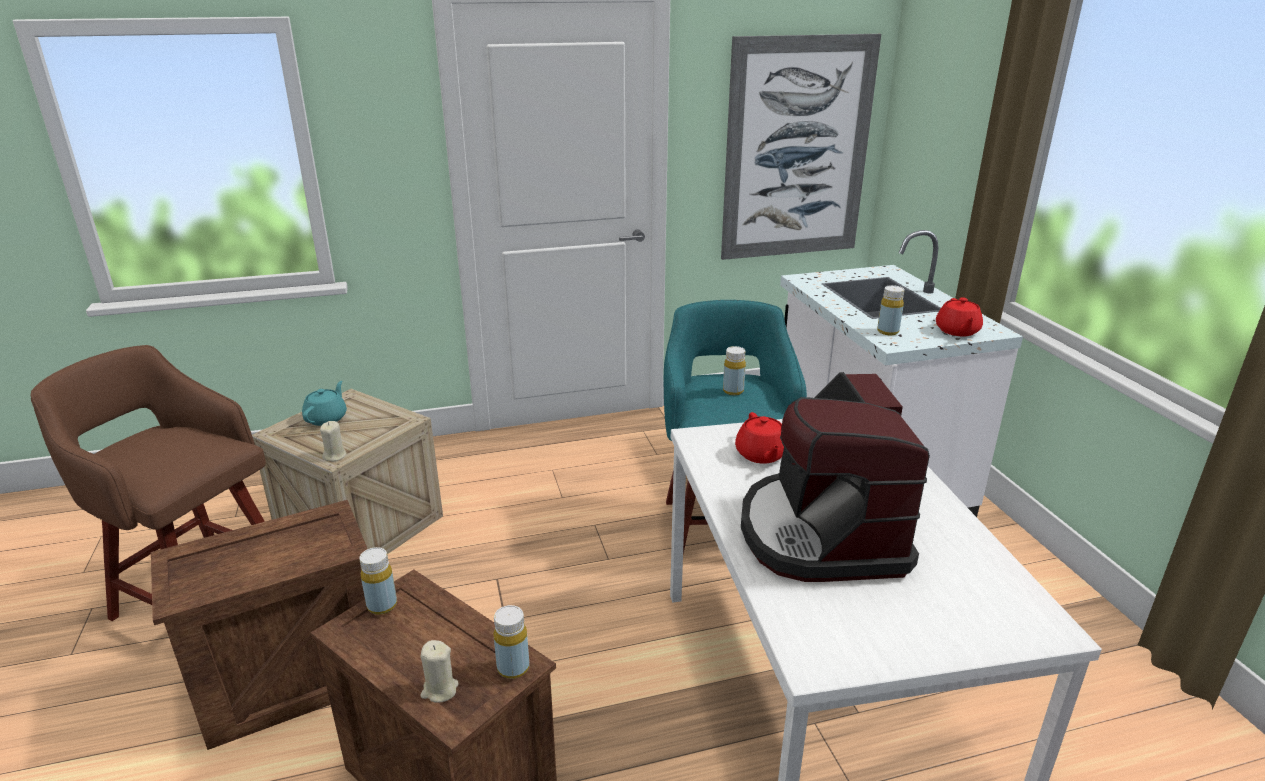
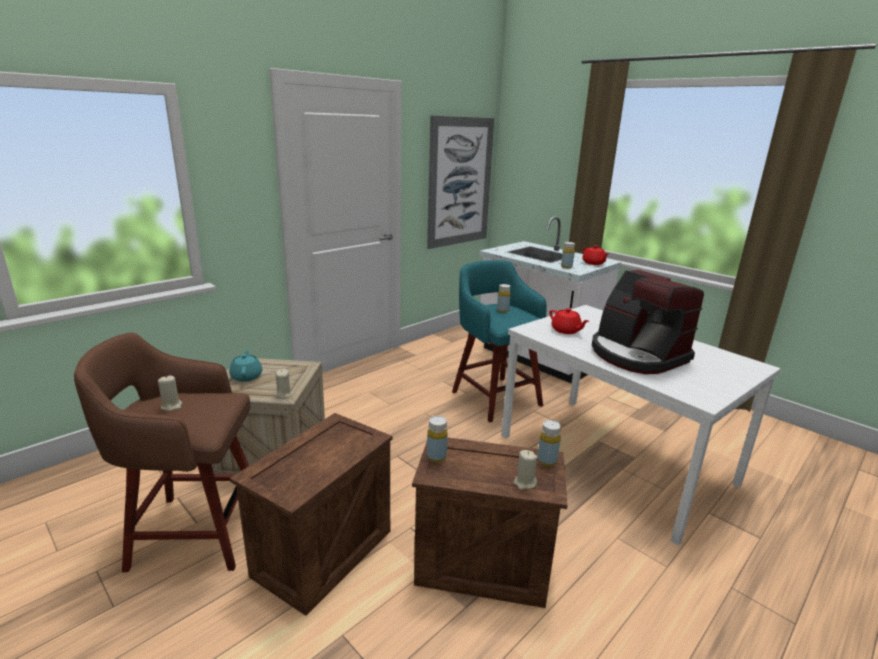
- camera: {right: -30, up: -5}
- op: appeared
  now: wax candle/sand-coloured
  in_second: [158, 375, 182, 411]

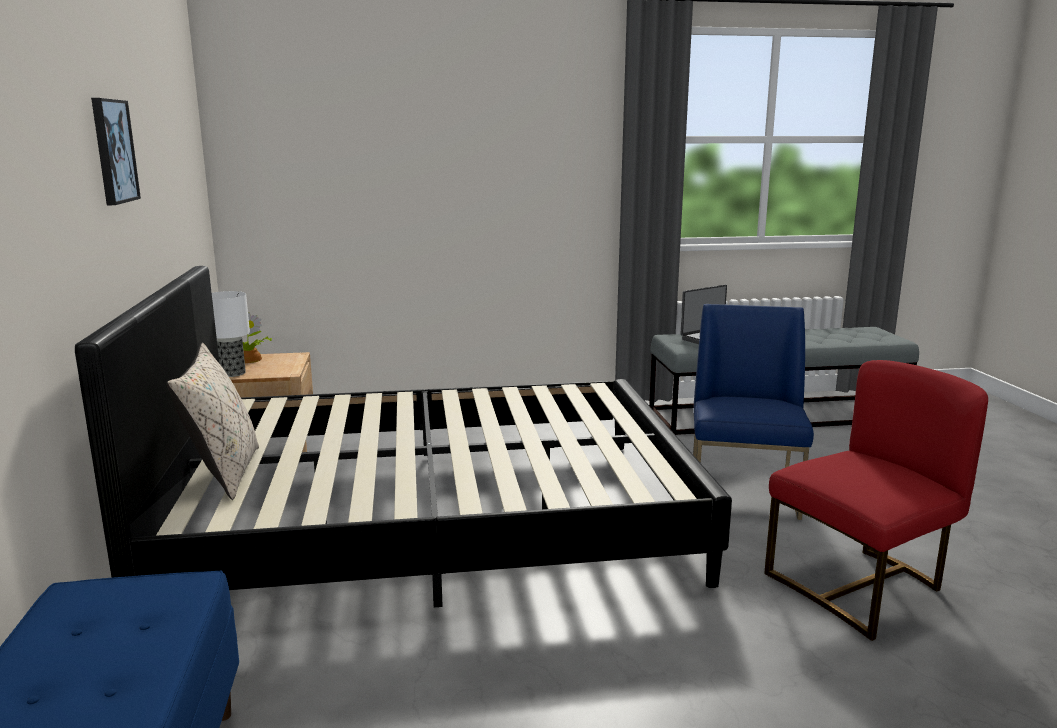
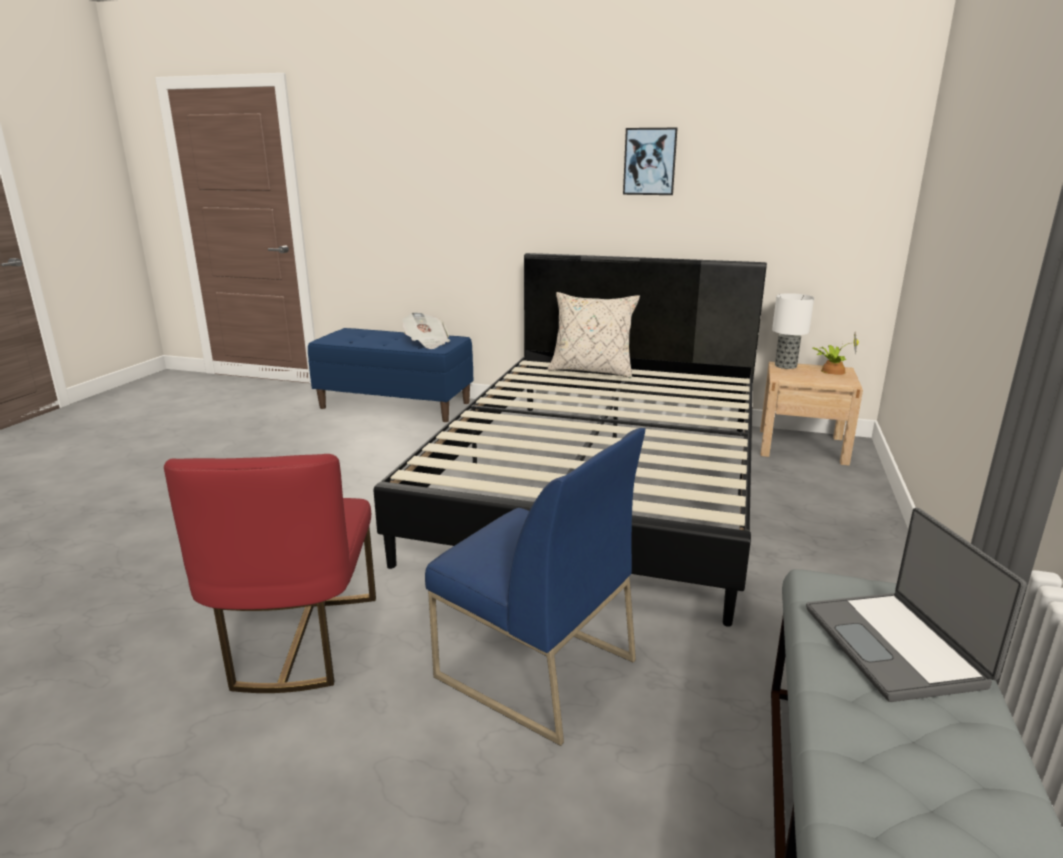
- camera: {right: 115, up: 5}
- op: appeared
  now: newspaper
  in_second: [402, 312, 450, 349]

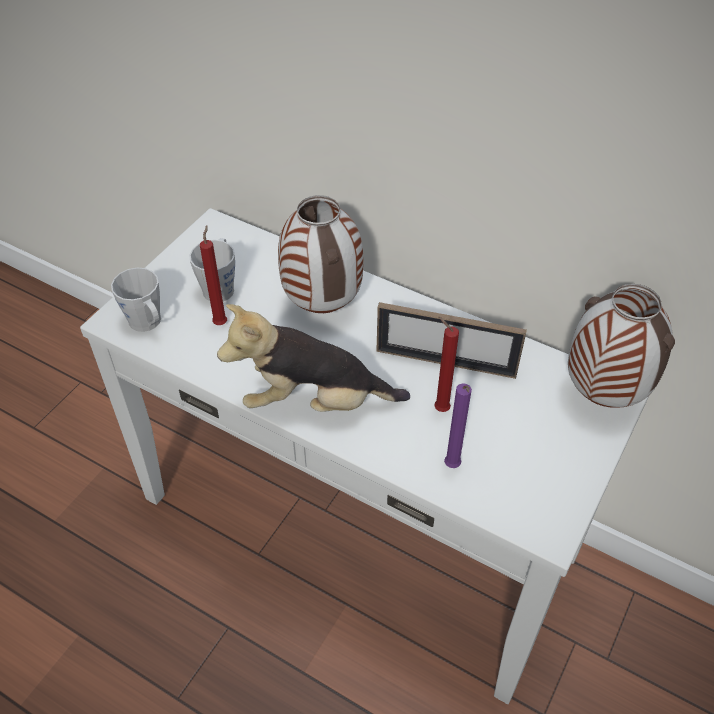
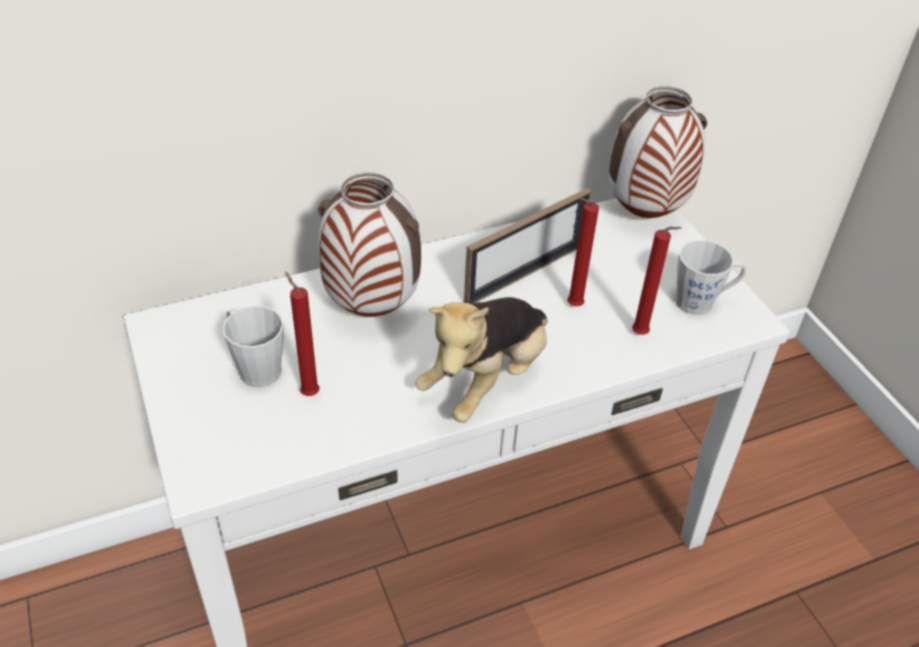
- camera: {right: -55, up: -5}
- op: relocated
  was: coffee mug/gray
  in_first: [111, 268, 161, 332]
  in_second: [675, 240, 746, 315]
- op: colour
  was: wax candle/purple-coloured
  now: wax candle/reddish
  in_first: [444, 383, 472, 468]
  in_second: [632, 227, 681, 335]

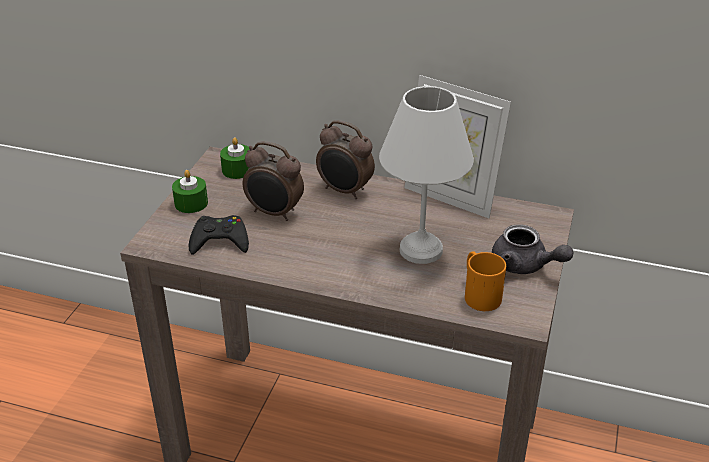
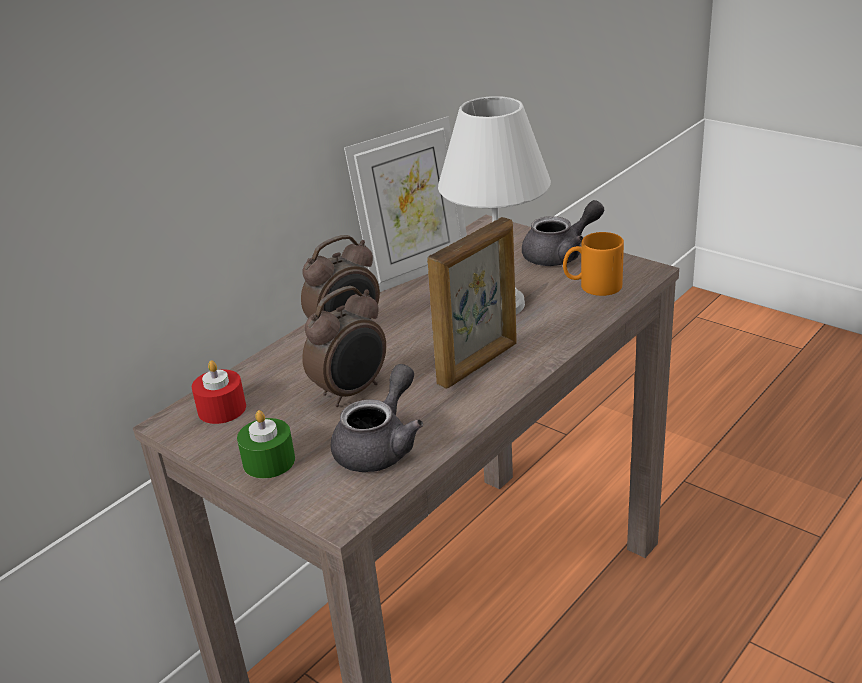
- camera: {right: -65, up: -5}
- op: exchanged
  was: gamepad/black
  now: tea pot/gray
  in_first: [188, 215, 249, 255]
  in_second: [331, 364, 423, 472]
- op: colour
  was: wax candle/green-coloured
  now: wax candle/reddish
  in_first: [220, 137, 250, 179]
  in_second: [192, 360, 246, 424]
- op: appeared
  now: picture frame
  in_second: [427, 217, 517, 389]

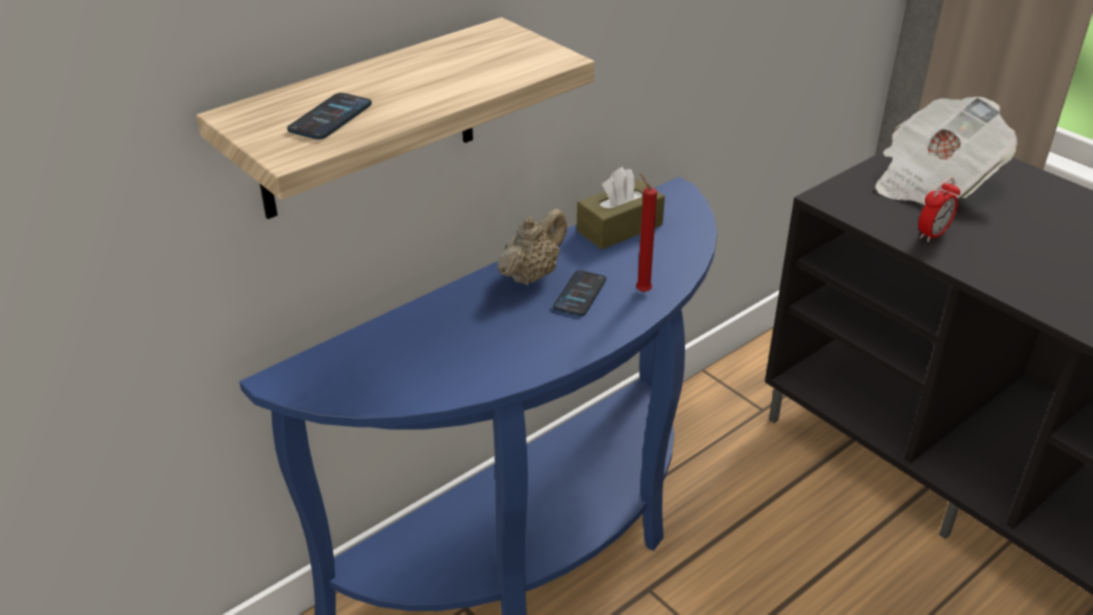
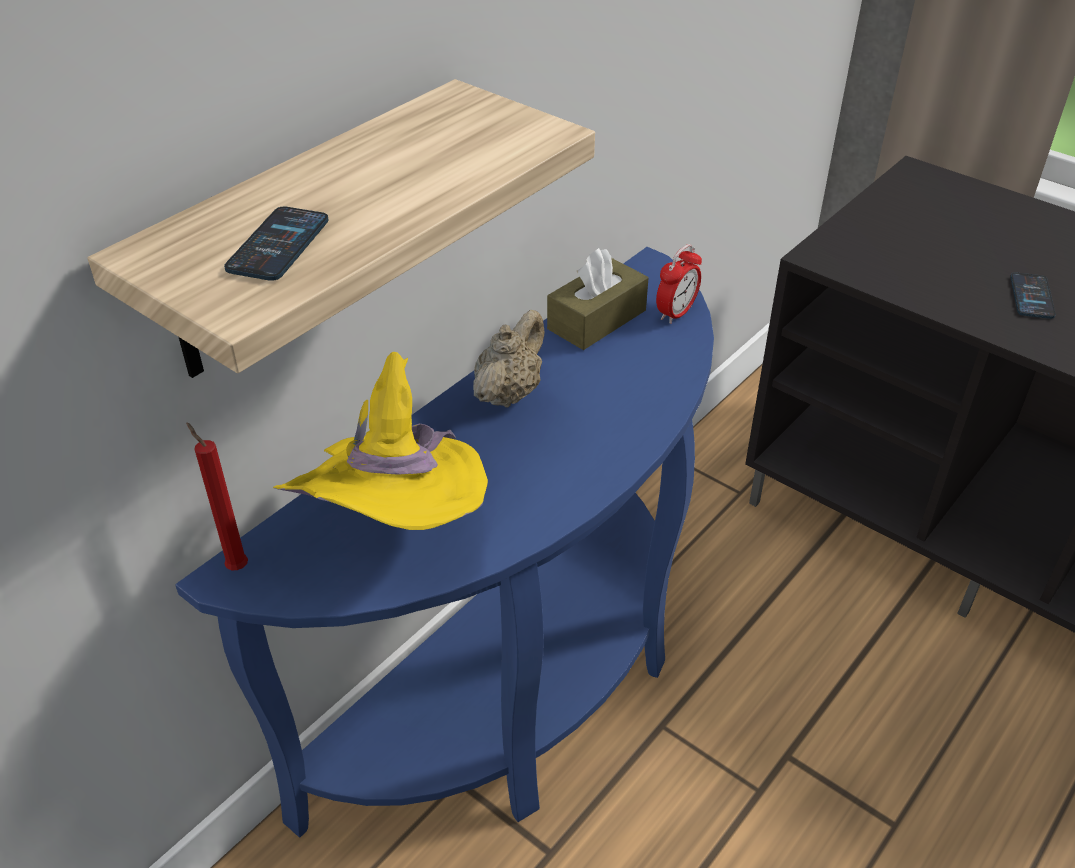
- camera: {right: -10, up: 5}
- op: relocated
  was: handset
  in_first: [553, 270, 606, 316]
  in_second: [1010, 272, 1056, 319]
- op: relocated
  was: wax candle/reddish
  in_first: [636, 173, 657, 292]
  in_second: [186, 422, 248, 570]
- op: missing
  was: newspaper
  in_first: [875, 97, 1017, 205]
- op: relocated
  was: alarm clock
  in_first: [918, 177, 961, 242]
  in_second: [656, 244, 702, 324]
- op: appeared
  now: wearable hat/yellow
  in_second: [273, 352, 488, 530]

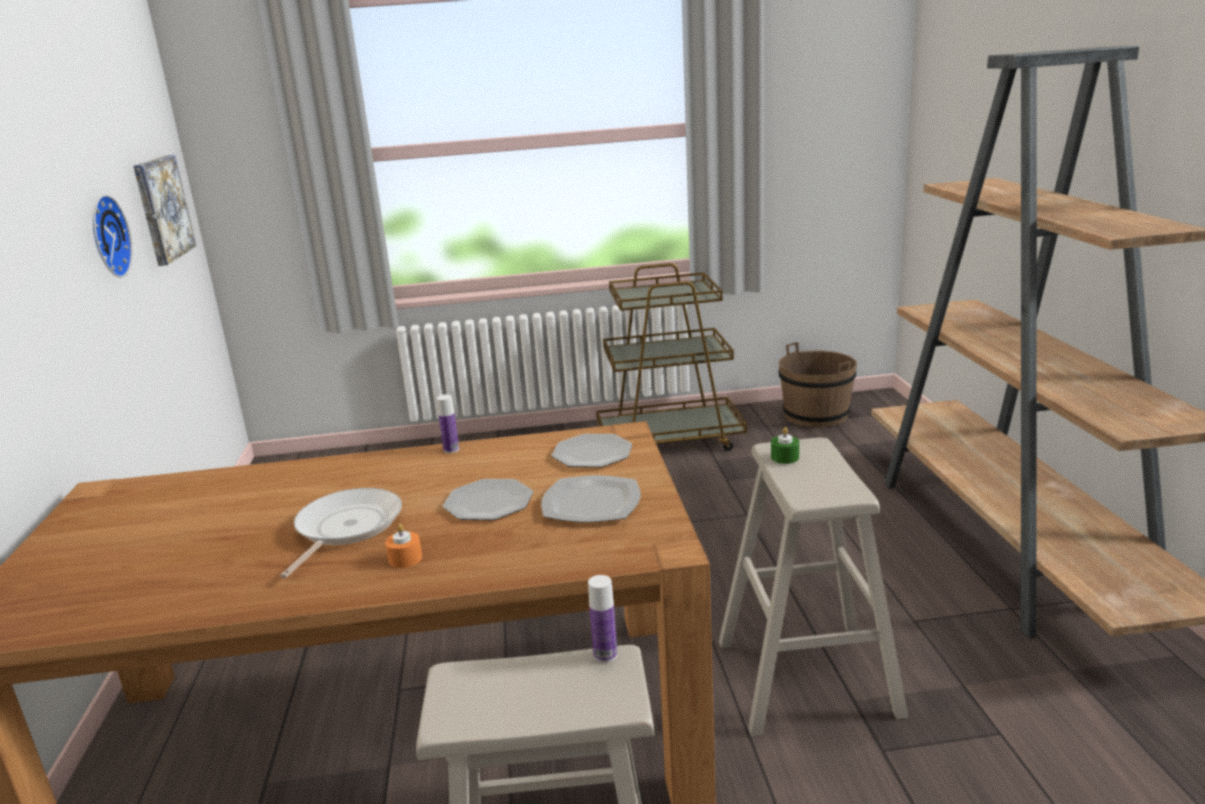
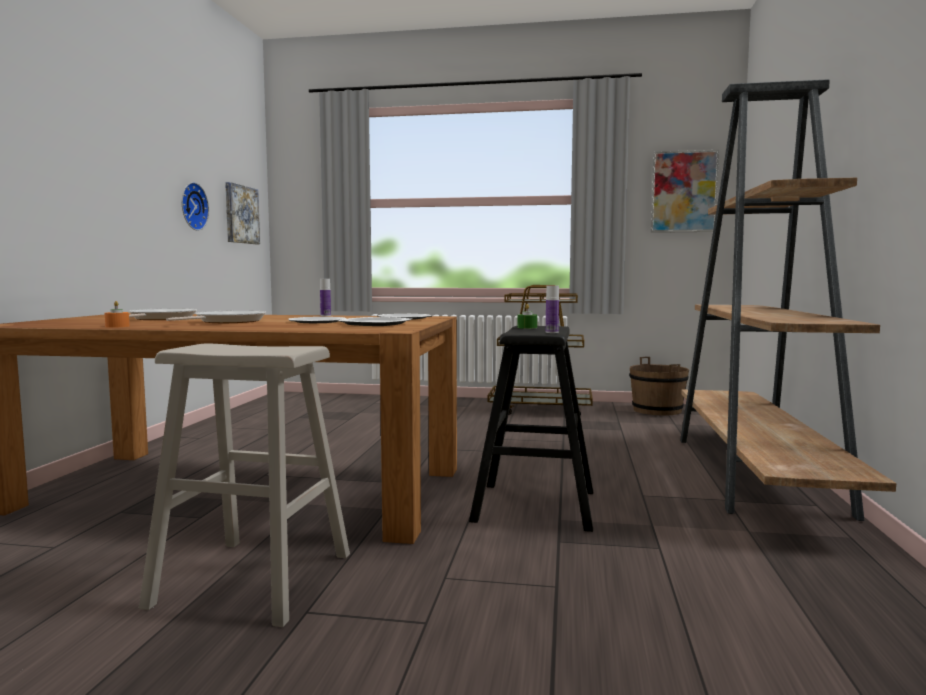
- camera: {right: 15, up: -15}
- op: relocated
  was: wax candle/orangey
  in_first: [385, 524, 422, 568]
  in_second: [105, 301, 129, 328]
- op: relocated
  was: beverage bottle
  in_first: [588, 575, 617, 663]
  in_second: [546, 286, 559, 333]
- op: colour
  was: stool/sand-coloured
  now: stool/black
  in_first: [719, 438, 908, 736]
  in_second: [469, 326, 593, 532]
- op: appeared
  now: skillet
  in_second: [129, 308, 197, 320]
- op: appeared
  now: wall picture
  in_second: [651, 150, 719, 233]

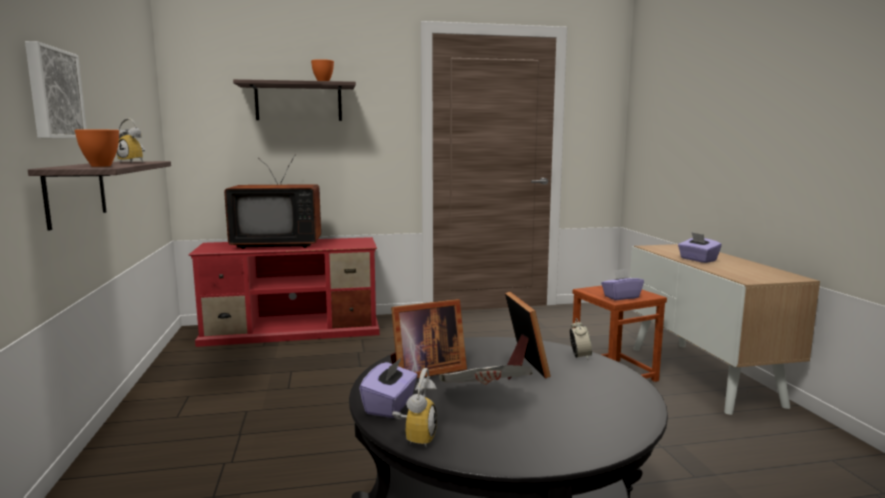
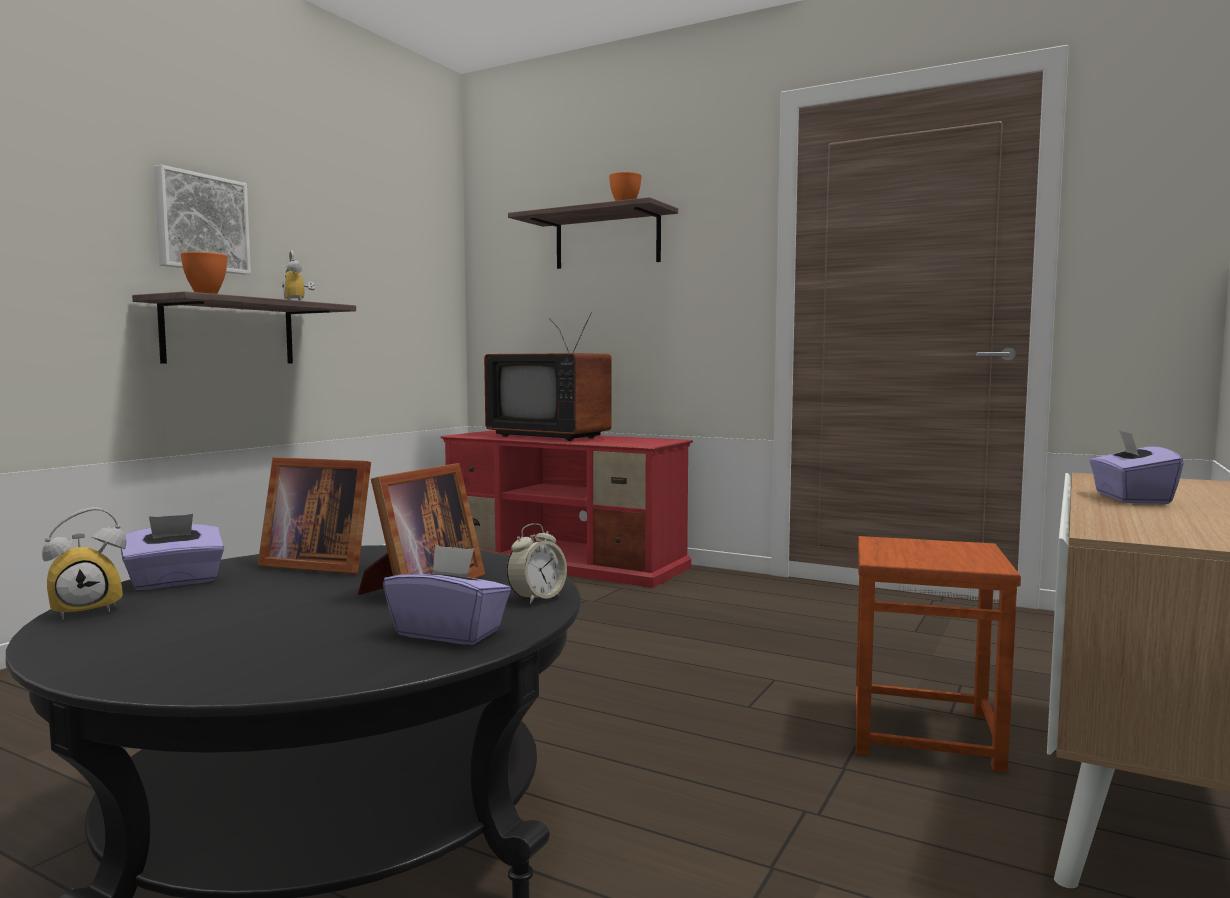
- camera: {right: 40, up: -5}
- op: missing
  was: newspaper
  in_first: [439, 365, 533, 385]
- op: relocated
  was: box of tissues/purple-coloured
  in_first: [601, 269, 644, 300]
  in_second: [383, 545, 511, 645]

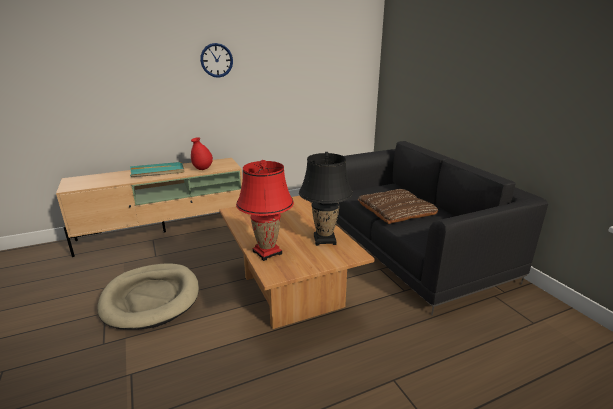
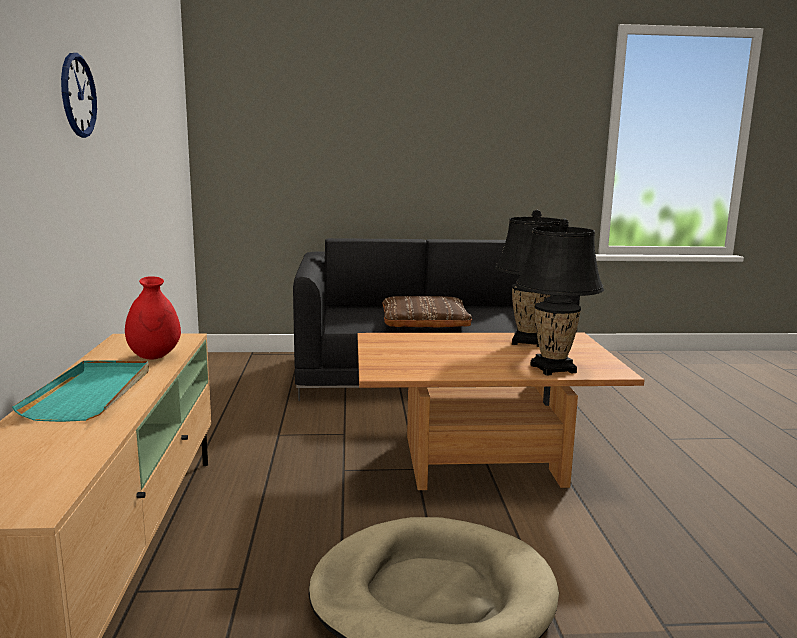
- camera: {right: -70, up: -10}
- op: colour
  was: tabletop lamp/reddish
  now: tabletop lamp/black
  in_first: [236, 160, 294, 261]
  in_second: [516, 219, 604, 376]

